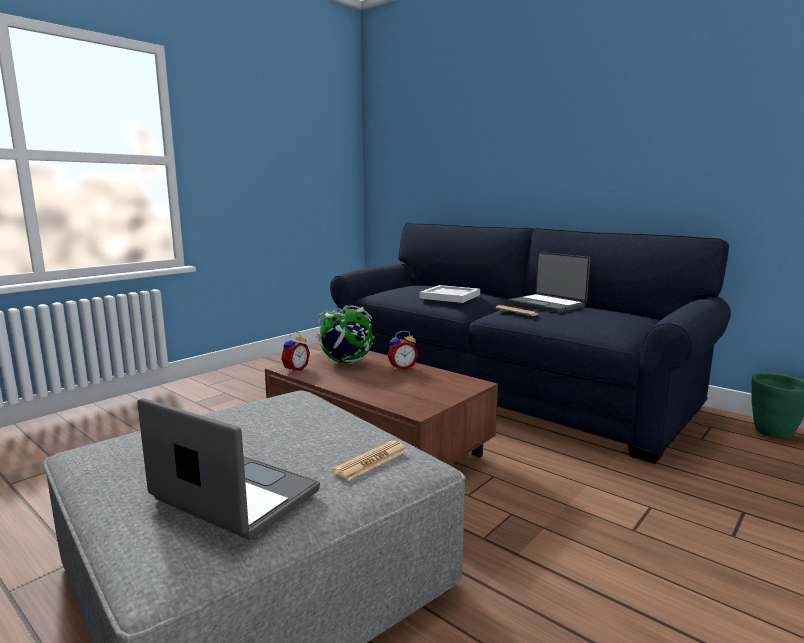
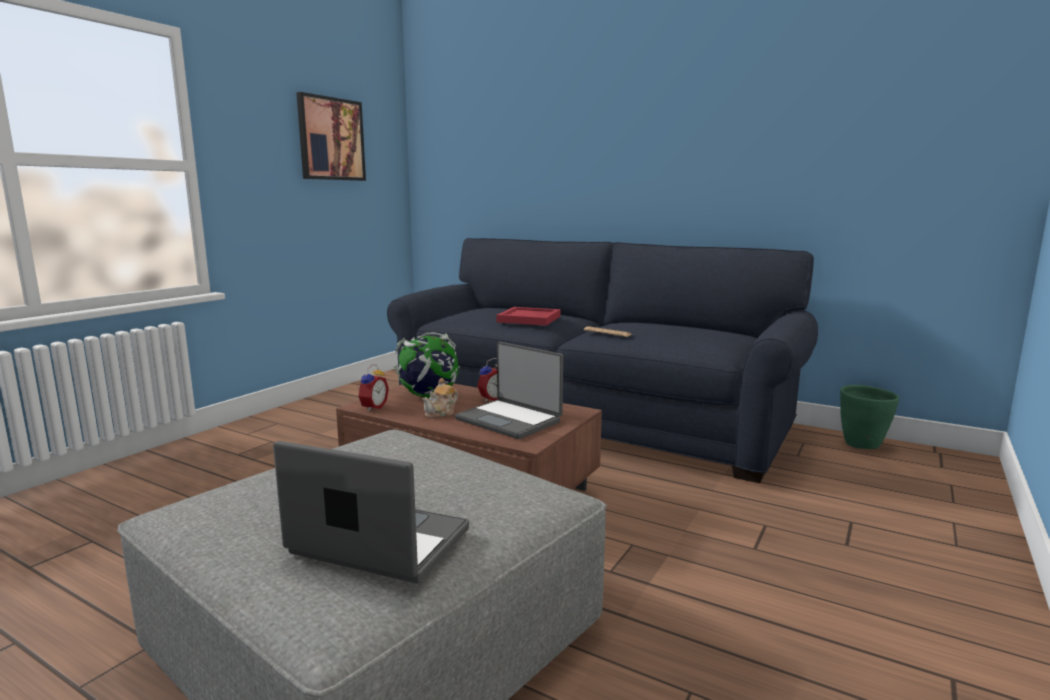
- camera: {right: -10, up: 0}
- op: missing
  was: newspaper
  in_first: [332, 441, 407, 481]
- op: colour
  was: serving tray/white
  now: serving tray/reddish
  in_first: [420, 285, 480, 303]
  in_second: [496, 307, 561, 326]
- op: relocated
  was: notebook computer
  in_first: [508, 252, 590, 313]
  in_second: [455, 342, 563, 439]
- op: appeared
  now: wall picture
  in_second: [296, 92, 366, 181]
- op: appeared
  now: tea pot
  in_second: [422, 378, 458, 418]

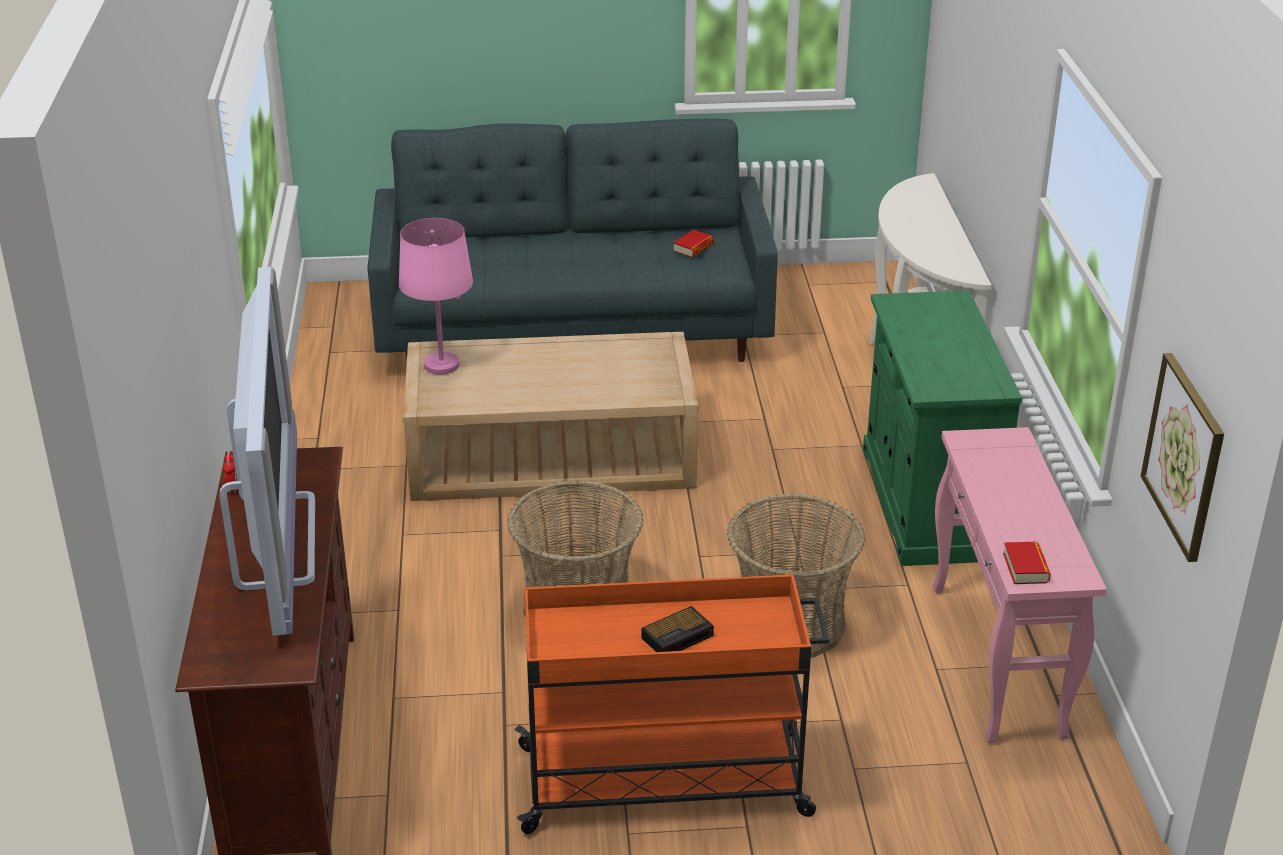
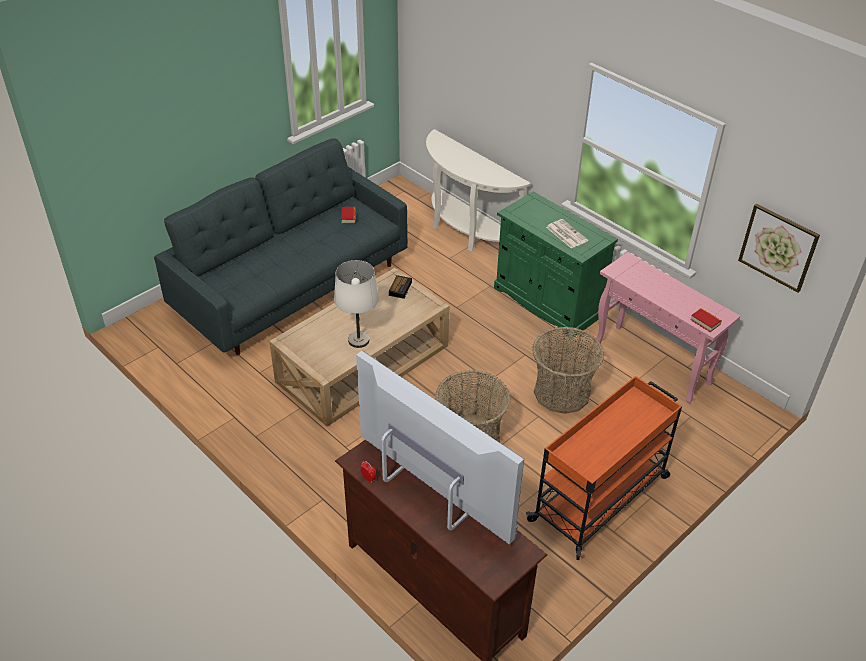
- camera: {right: -40, up: 10}
- op: missing
  was: tabletop lamp/pink-coloured
  in_first: [399, 218, 473, 374]
- op: relocated
  was: alarm clock
  in_first: [641, 606, 714, 652]
  in_second: [389, 275, 412, 299]
- op: appeared
  now: tabletop lamp/white
  in_second: [334, 260, 379, 348]
- op: appeared
  now: newspaper
  in_second: [546, 219, 588, 248]

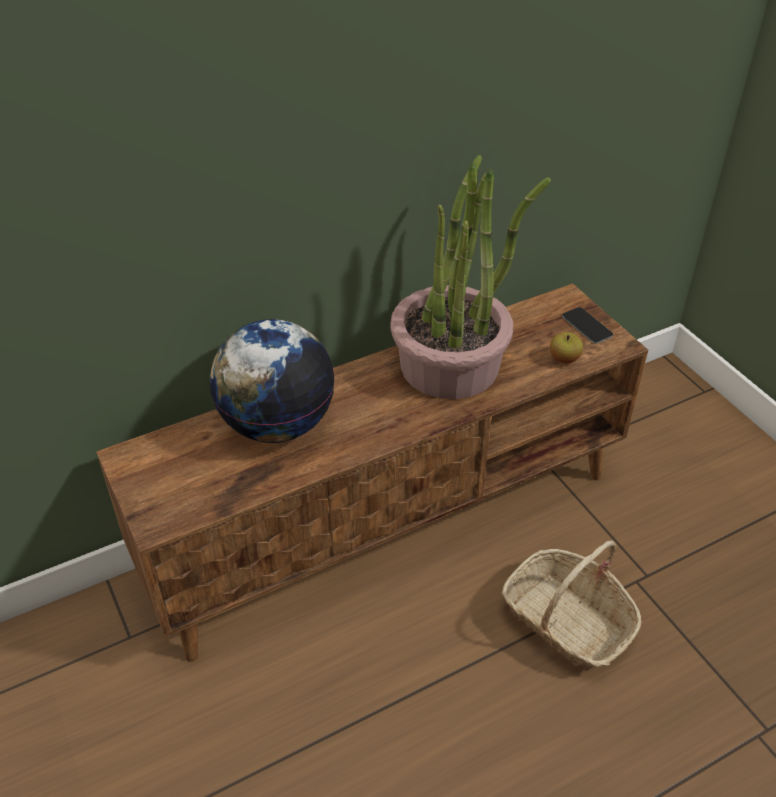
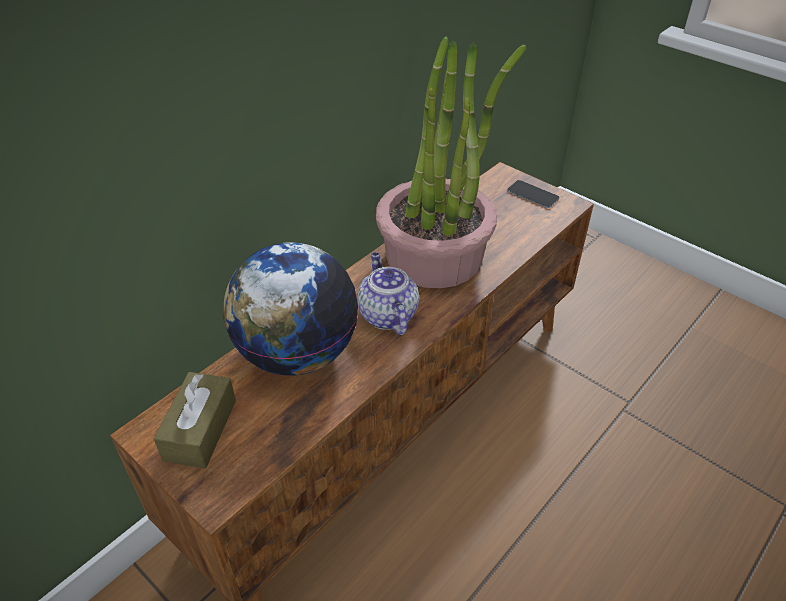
- camera: {right: -20, up: 0}
- op: missing
  was: basket
  in_first: [501, 540, 642, 671]
- op: missing
  was: apple
  in_first: [550, 332, 583, 363]
- op: appeared
  now: box of tissues/brown-coloured
  in_second: [154, 372, 236, 469]
- op: appeared
  now: tea pot
  in_second: [357, 252, 419, 335]

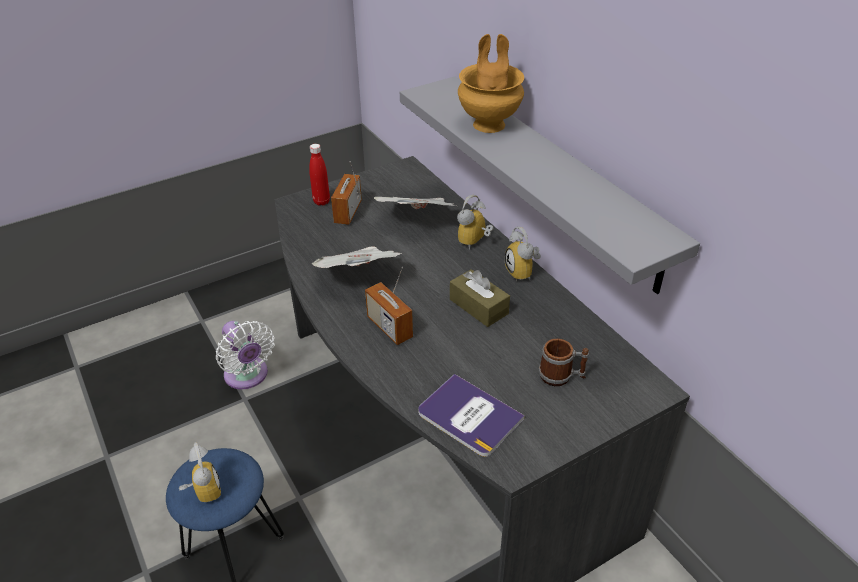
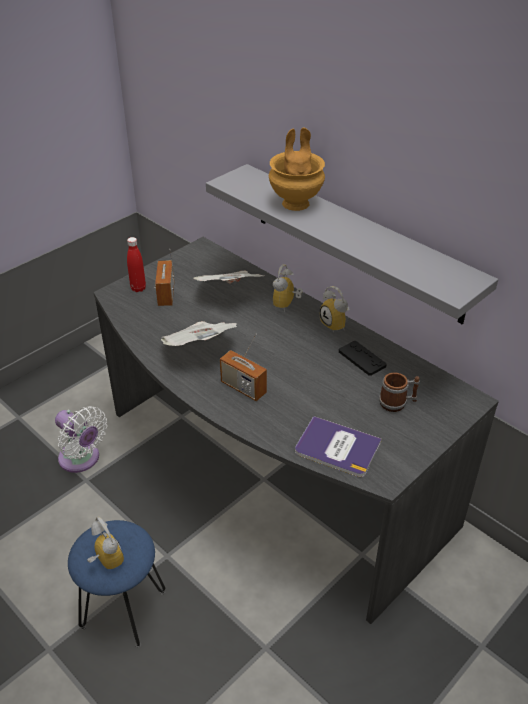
- camera: {right: -15, up: 0}
- op: missing
  was: box of tissues/brown-coloured
  in_first: [450, 269, 510, 327]
- op: appeared
  now: gamepad/black
  in_second: [339, 341, 387, 376]

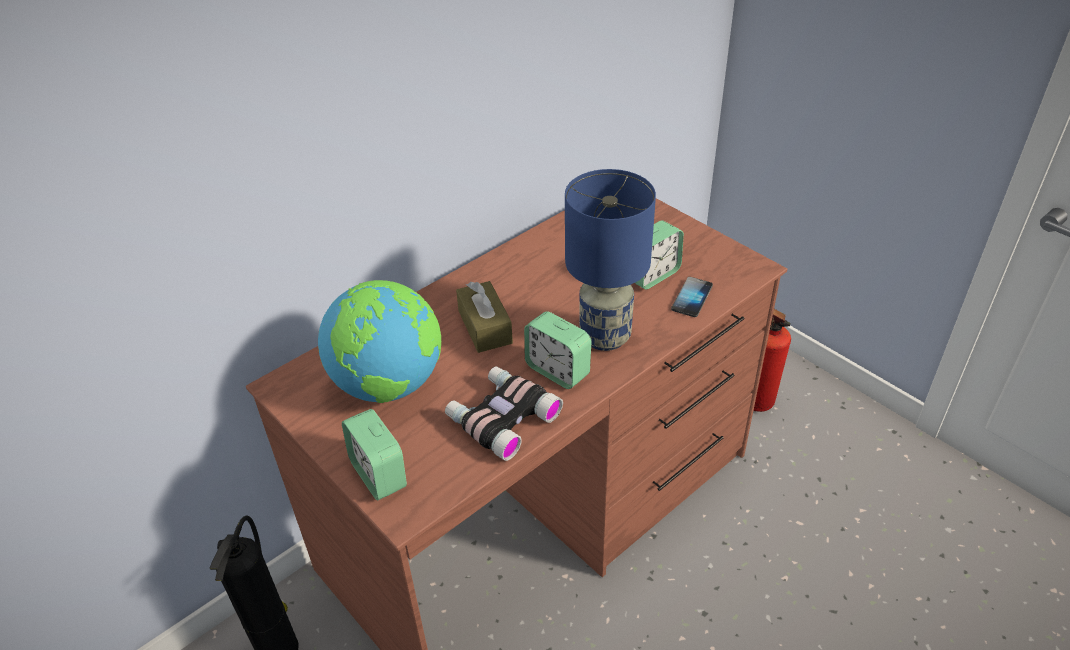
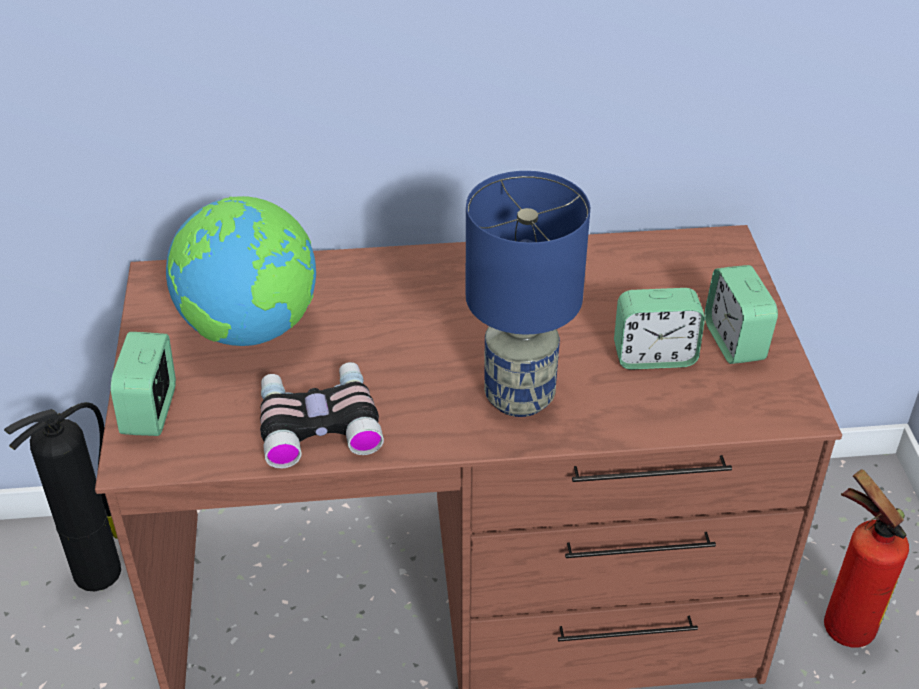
- camera: {right: 35, up: 0}
- op: missing
  was: box of tissues/brown-coloured
  in_first: [456, 281, 513, 353]
- op: relocated
  was: alarm clock
  in_first: [524, 311, 591, 389]
  in_second: [705, 265, 778, 364]
- op: missing
  was: handset
  in_first: [671, 277, 713, 317]

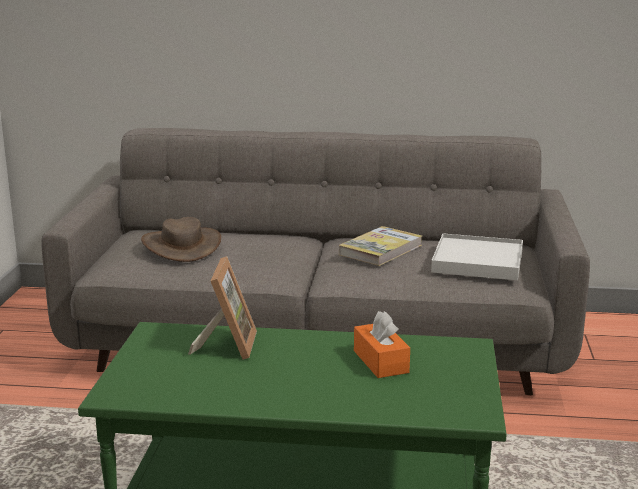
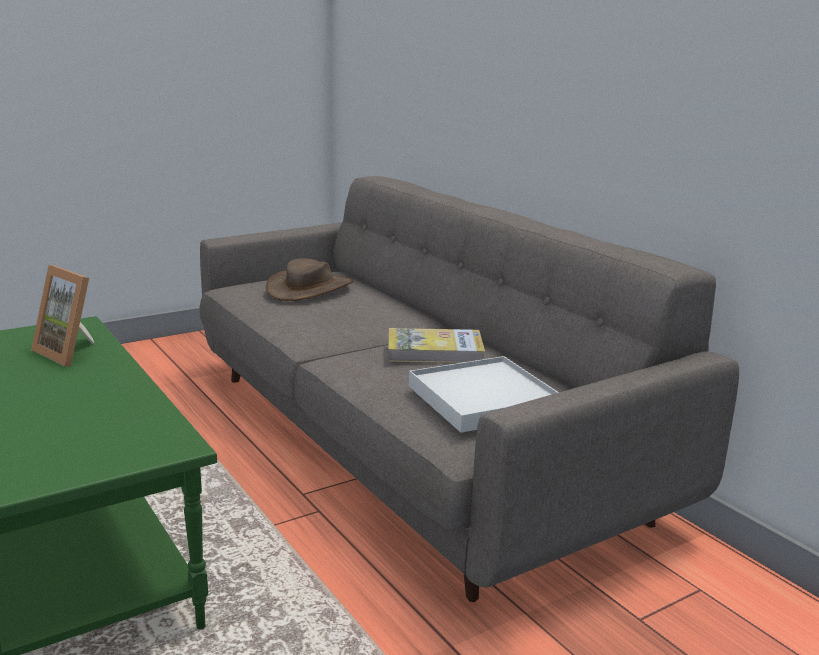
- camera: {right: 50, up: 0}
- op: spun
  was: picture frame
  in_first: [188, 256, 257, 360]
  in_second: [31, 265, 94, 366]
  clockwise: 75
- op: missing
  was: box of tissues/orangey
  in_first: [354, 311, 410, 378]

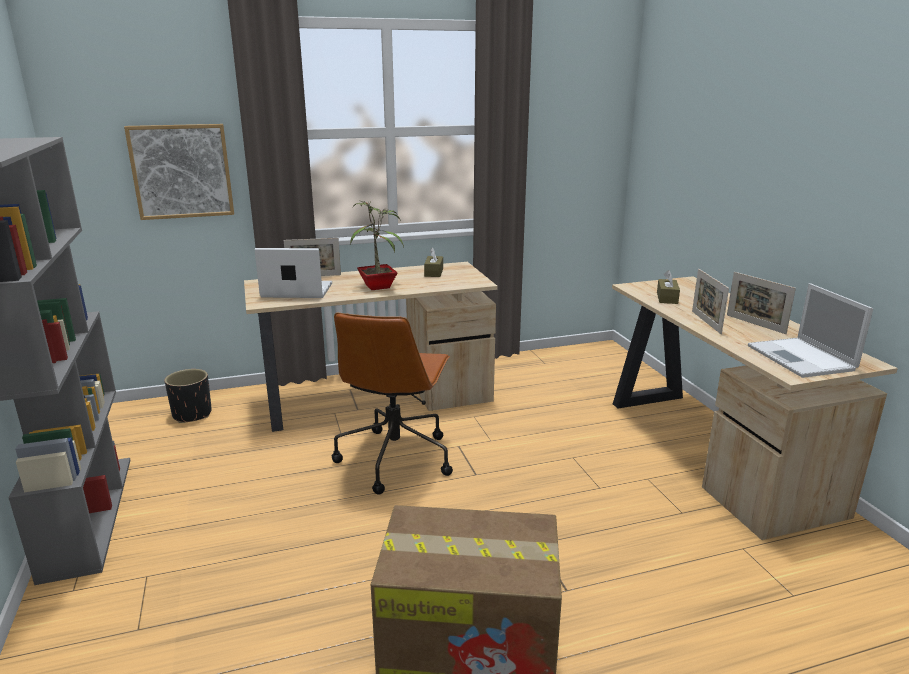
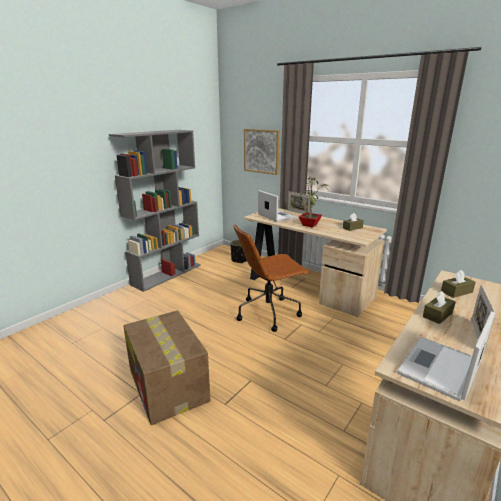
- camera: {right: 55, up: 0}
- op: exchanged
  was: picture frame
  now: box of tissues/brown-coloured
  in_first: [692, 269, 729, 334]
  in_second: [423, 291, 456, 324]

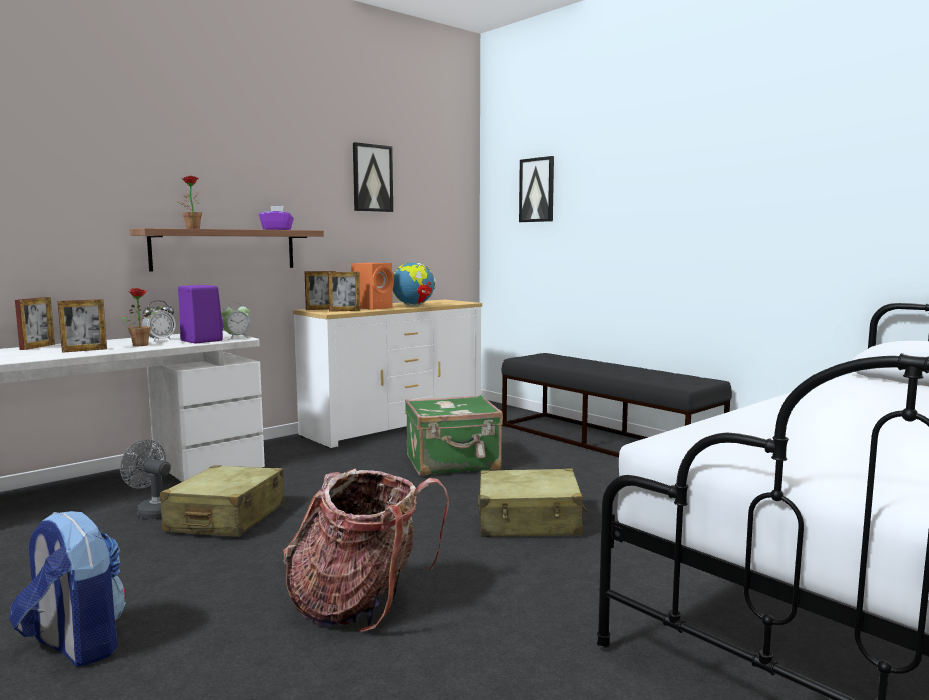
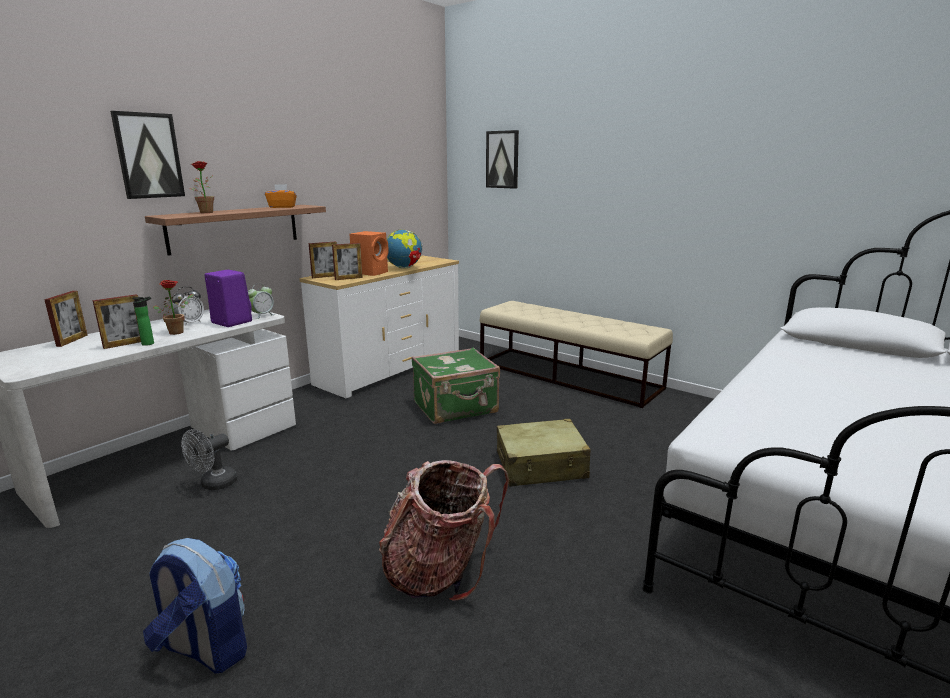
- camera: {right: -10, up: 10}
- op: spun
  was: fan/gray
  in_first: [120, 439, 171, 519]
  in_second: [181, 429, 238, 490]
  clockwise: -75
- op: missing
  was: piece of luggage/sand-coloured
  in_first: [160, 465, 285, 537]
- op: colour
  was: box of tissues/purple-coloured
  now: box of tissues/orangey
  in_first: [259, 206, 294, 230]
  in_second: [265, 184, 297, 208]
- op: relocated
  was: wall picture
  in_first: [353, 142, 393, 212]
  in_second: [110, 111, 185, 199]
- op: colour
  was: bench/black
  now: bench/sand-coloured
  in_first: [501, 353, 732, 457]
  in_second: [480, 301, 673, 408]
- op: appeared
  now: beverage bottle
  in_second: [132, 296, 154, 346]

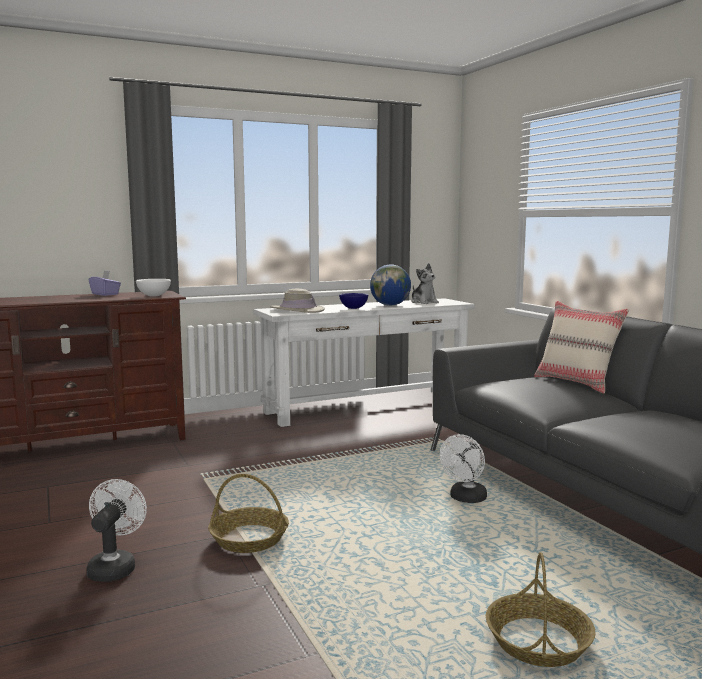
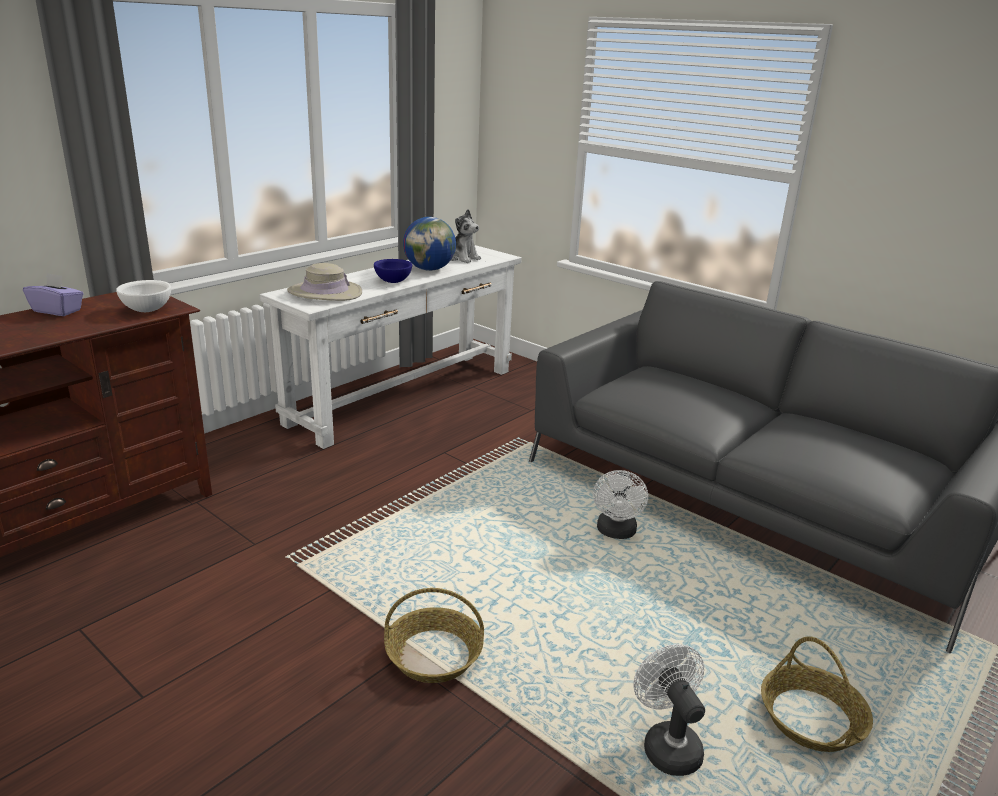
- camera: {right: -25, up: 15}
- op: relocated
  was: fan/white
  in_first: [87, 479, 147, 582]
  in_second: [633, 644, 705, 776]
- op: missing
  was: cushion/sand-coloured
  in_first: [534, 301, 629, 394]

